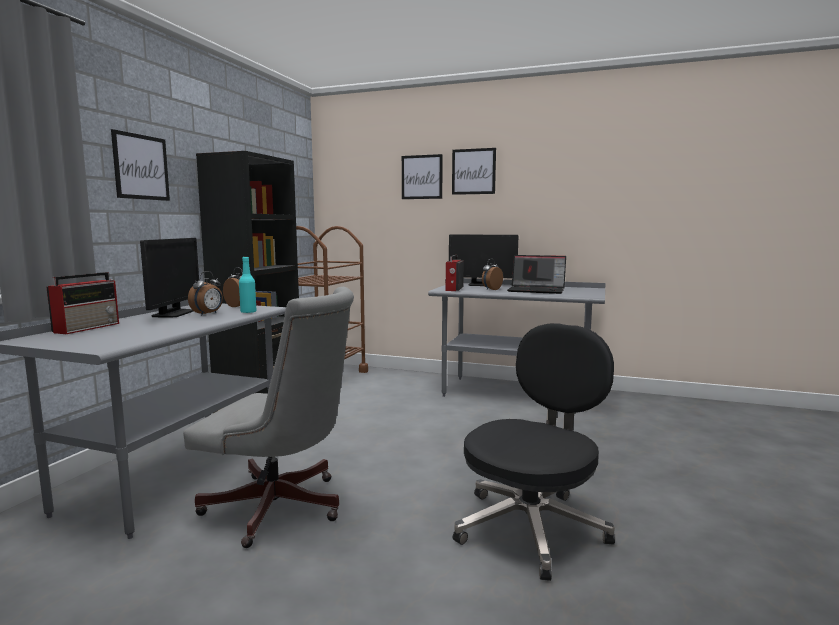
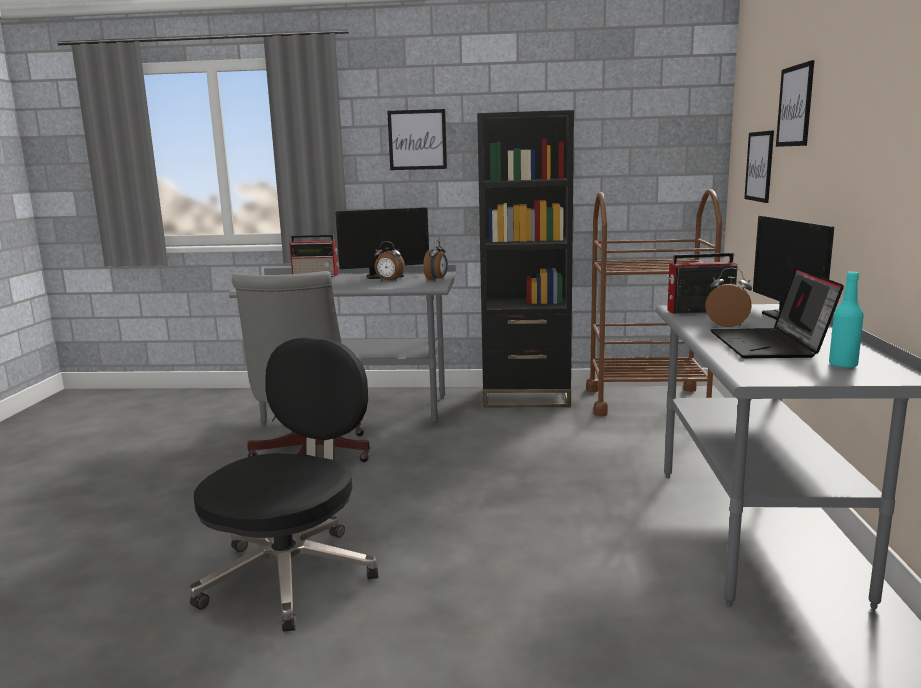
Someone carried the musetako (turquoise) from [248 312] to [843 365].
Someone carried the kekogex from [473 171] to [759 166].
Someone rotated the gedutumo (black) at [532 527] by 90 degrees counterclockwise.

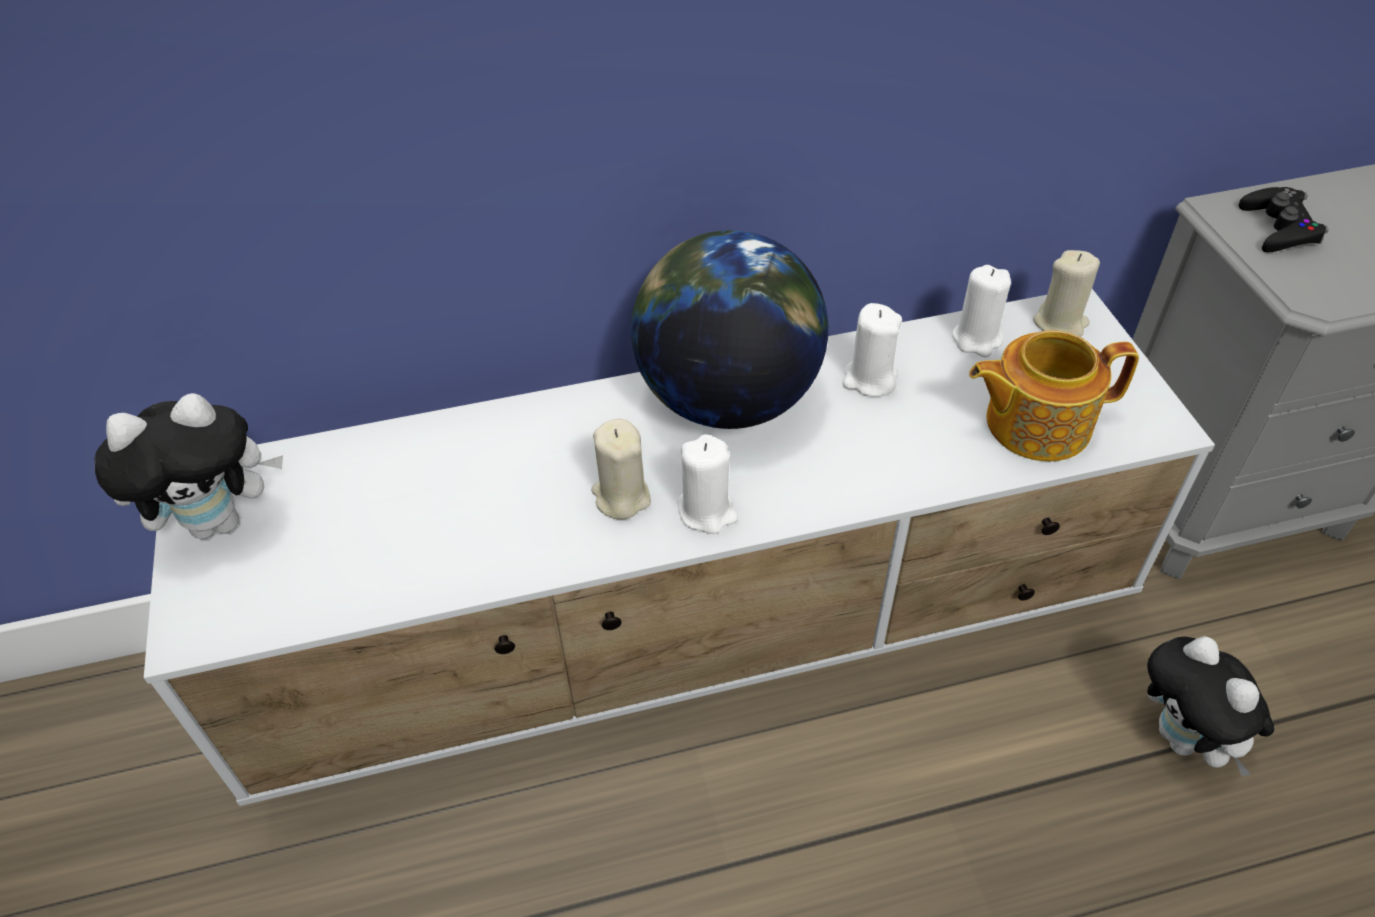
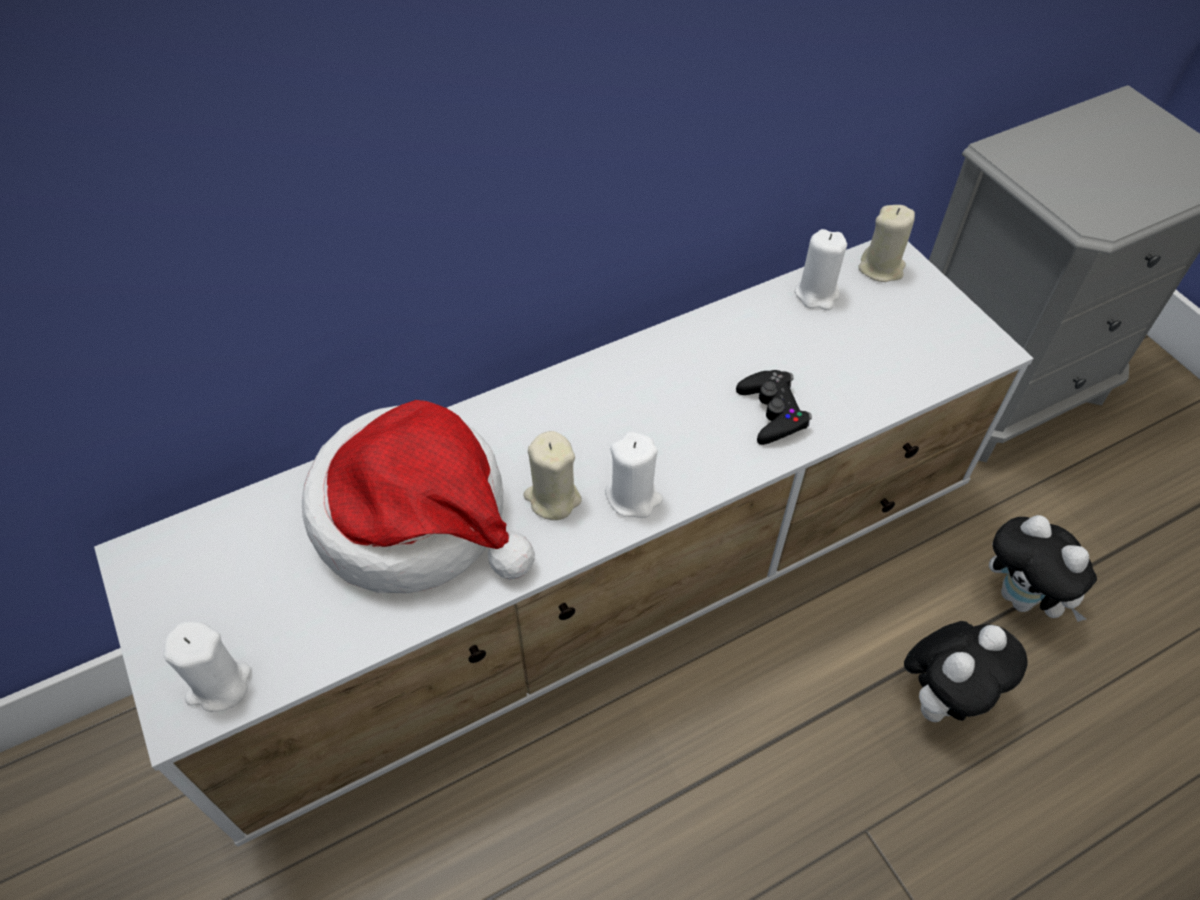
Someone took away the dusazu at [727 398].
Someone took away the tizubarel at [1035 423].
Someone put down the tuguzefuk at [417 518].
Someone carried the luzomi from [220 520] to [942 696].
Someone carried the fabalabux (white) from [869 379] to [219 685].
Someone carried the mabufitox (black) from [1278 228] to [772 412].

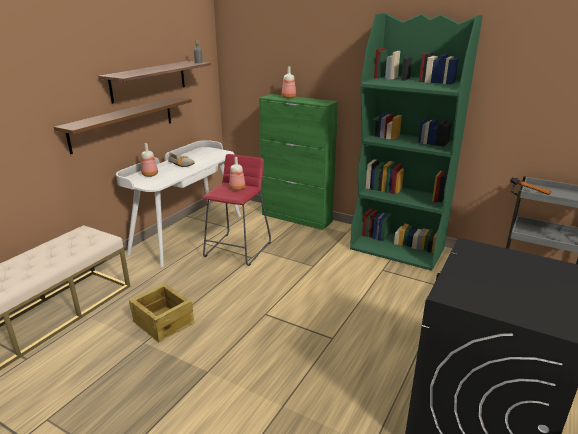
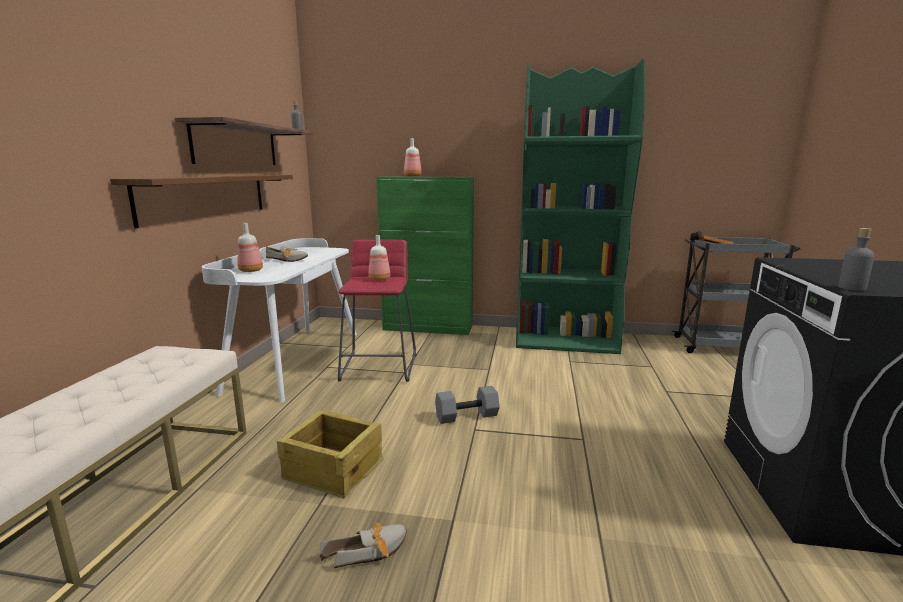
Someone put down the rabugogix at [371 551].
Someone put down the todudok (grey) at [467 415].
Someone put down the musetako (grey) at [852 288].

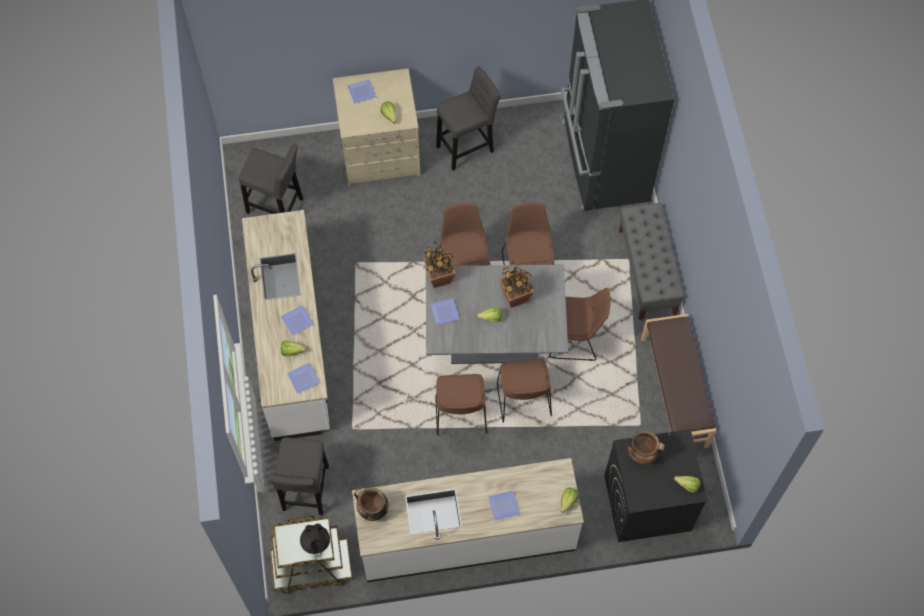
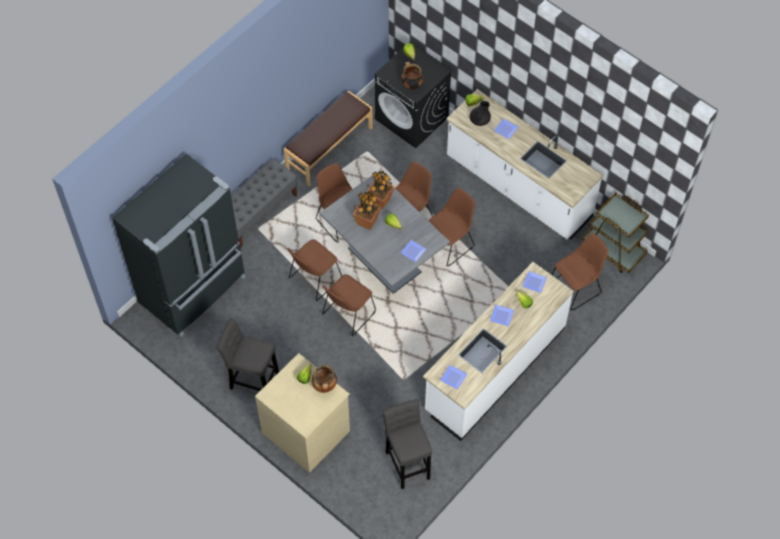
Someone carried the tizubarel (black) from [316 543] to [480 120].
Someone carried the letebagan from [362 91] to [452 377].
Someone carried the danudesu from [372 510] to [325 386].
Someone carried the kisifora from [440 278] to [380 201].
Someone swapped the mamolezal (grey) at [305 492] for the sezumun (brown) at [576 287].

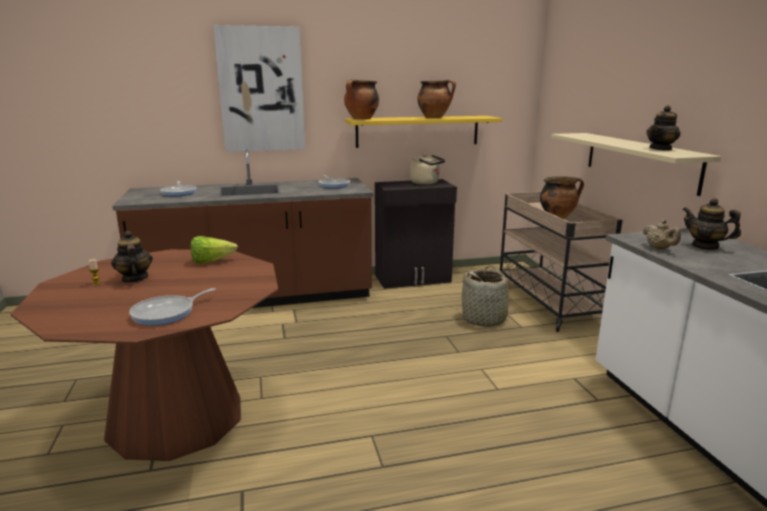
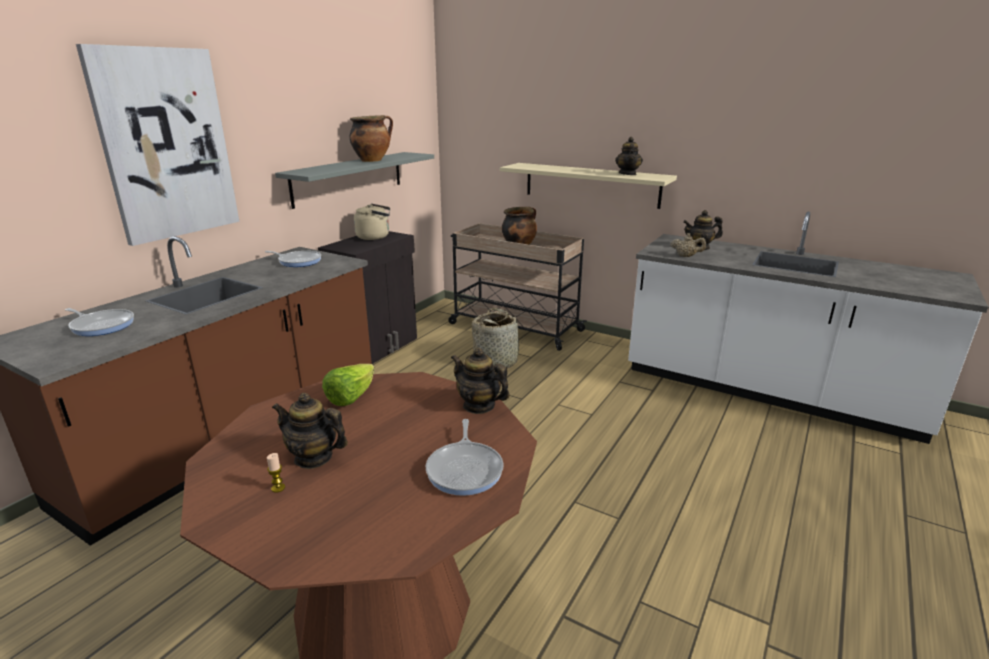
Someone took away the danudesu at [361 119].
Someone put down the tizubarel at [479 406].
Someone repainted the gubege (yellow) at [417 131], which became the gubege (grey) at [349 178].

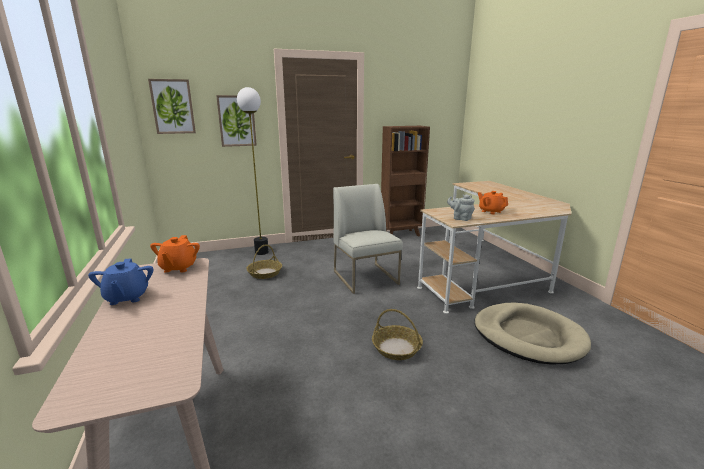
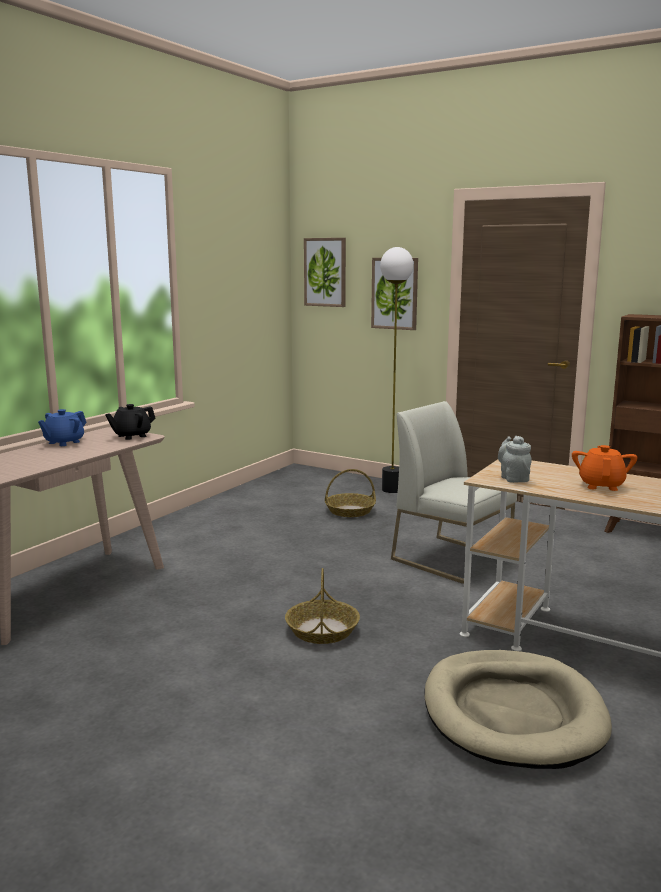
Someone repainted the tizubarel (orange) at [178 267], which became the tizubarel (black) at [131 436].
Someone rotated the sezumun (white) at [366 277] by 75 degrees counterclockwise.

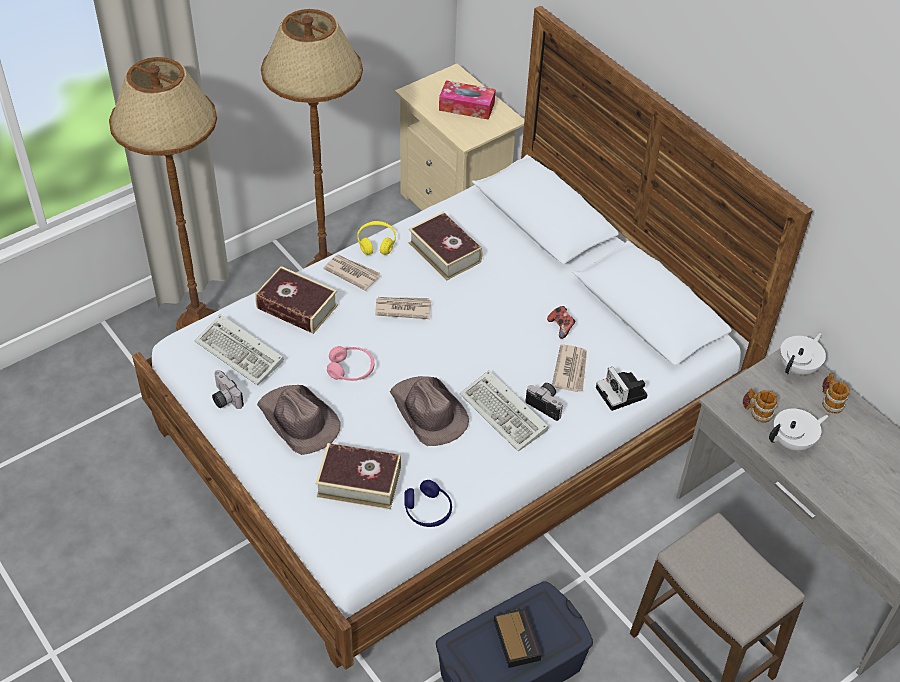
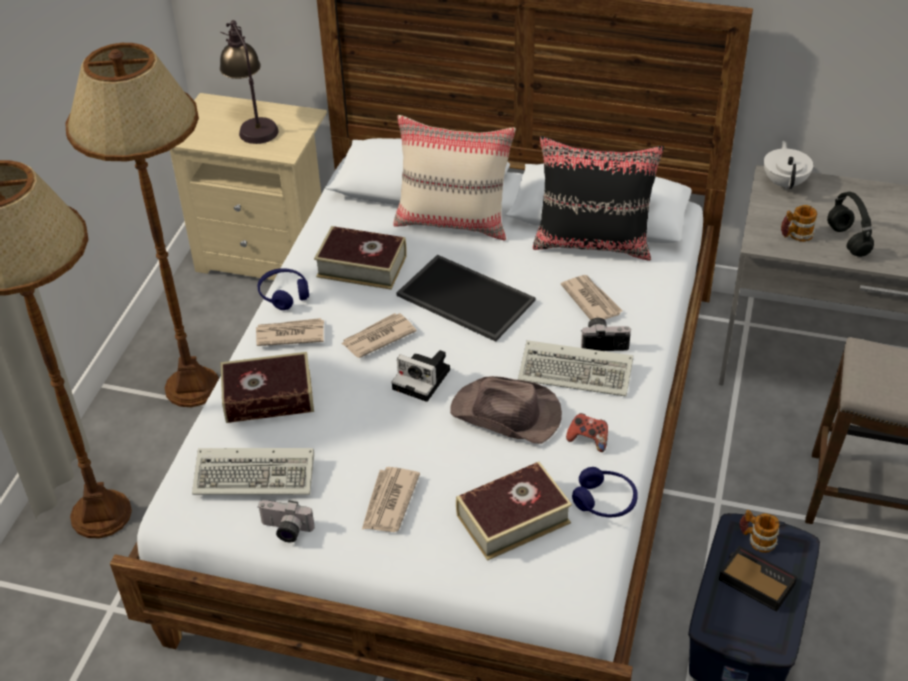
Someone took away the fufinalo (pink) at [351 369].
Someone put down the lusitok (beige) at [454 221].
Someone put down the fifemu at [463 298].
Someone put down the lusitok (black) at [593 243].
Someone carried the mabufitox from [561 327] to [588 440].
Someone carried the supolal from [622 394] to [424 379].
Someone carried the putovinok from [830 401] to [757 540].
Someone swapped the tuguzefuk (brown) at [298 421] for the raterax at [389 502].
Someone swapped the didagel at [466 106] for the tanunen at [253 124].
Someone swapped the tizubarel (white) at [792 442] for the fufinalo (black) at [848 241].
Someone repainted the fufinalo (yellow) at [376 243], which became the fufinalo (blue) at [284 294].

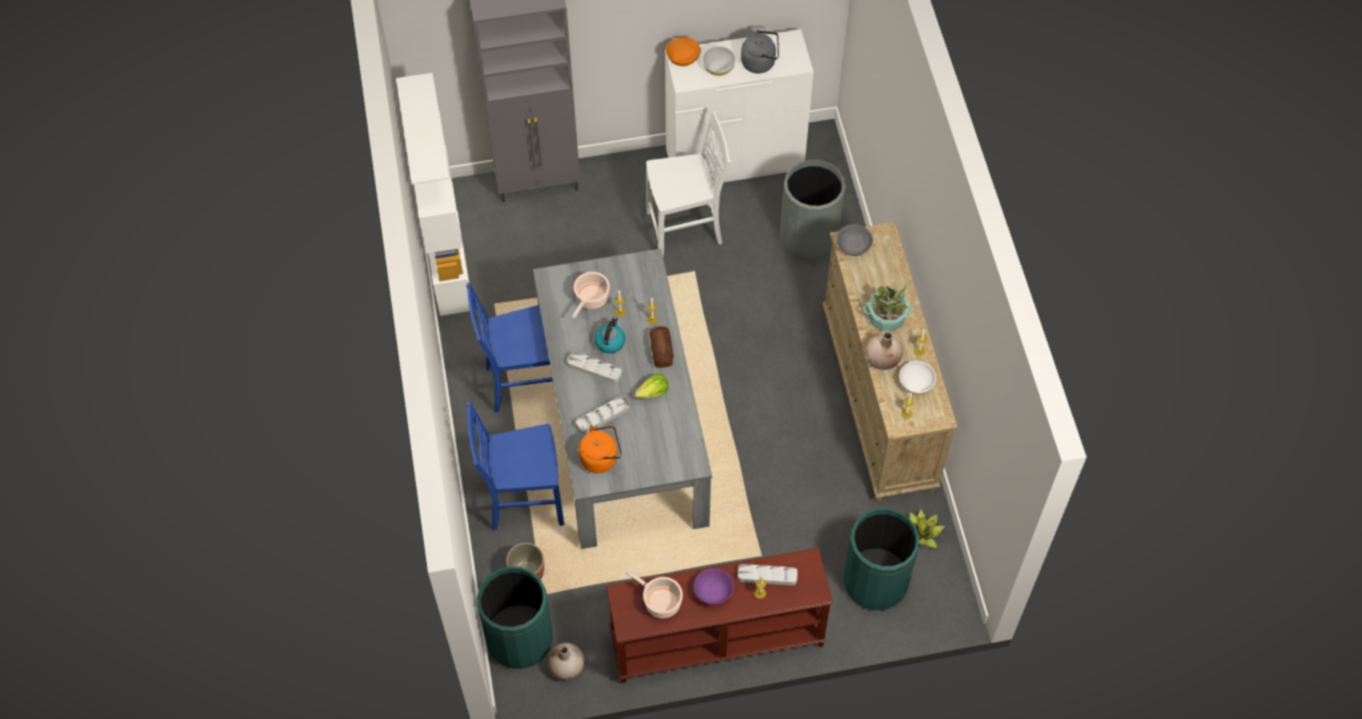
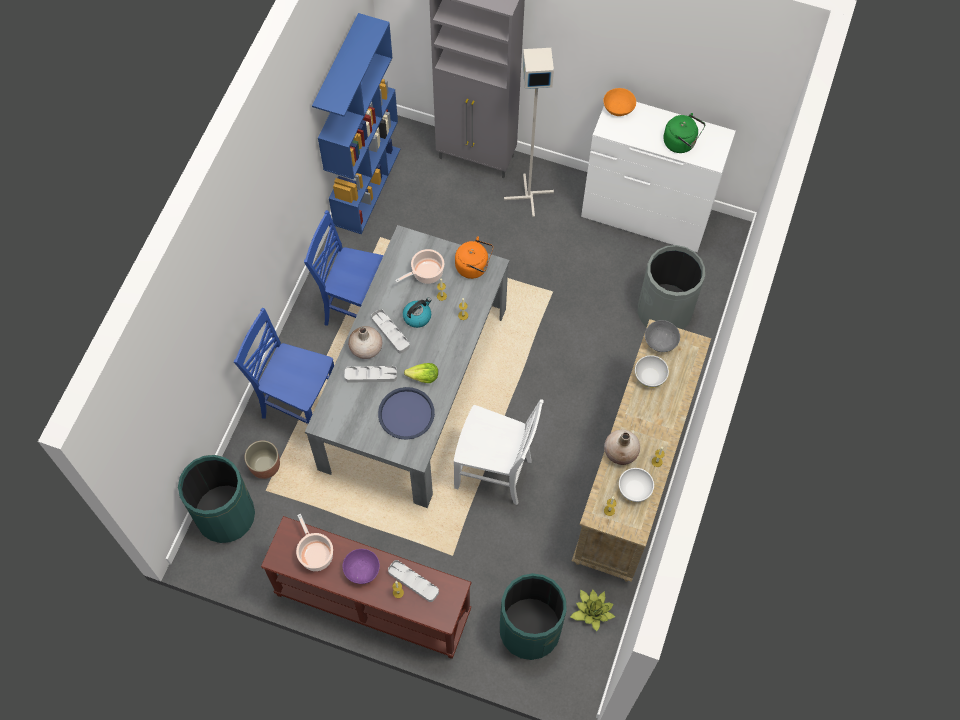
Someone took away the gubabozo at [661 351].
Someone took away the kisifora at [886 317].
Someone put down the fifemu (blue) at [406 413].
Someone put down the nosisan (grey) at [528 195].
Someone carried the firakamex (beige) from [566 666] to [366 348].
Someone carried the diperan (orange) from [601 458] to [474 267].
Someone carried the sezumun (white) from [686 229] to [495 473].
Someone carried the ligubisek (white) from [718 67] to [650 376].
Someone repainted the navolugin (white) at [448 262], which became the navolugin (blue) at [367 186].
Someone repainted the diperan (grey) at [760 62], which became the diperan (green) at [681 143].

